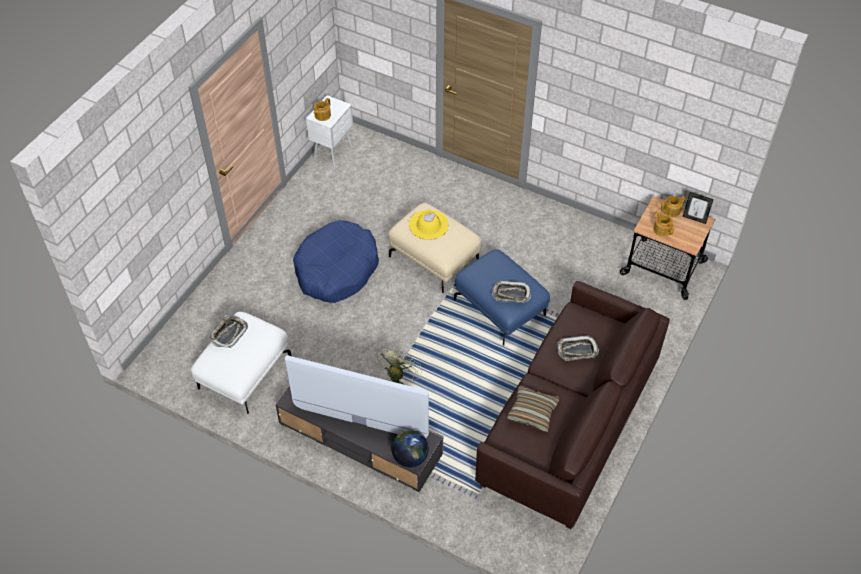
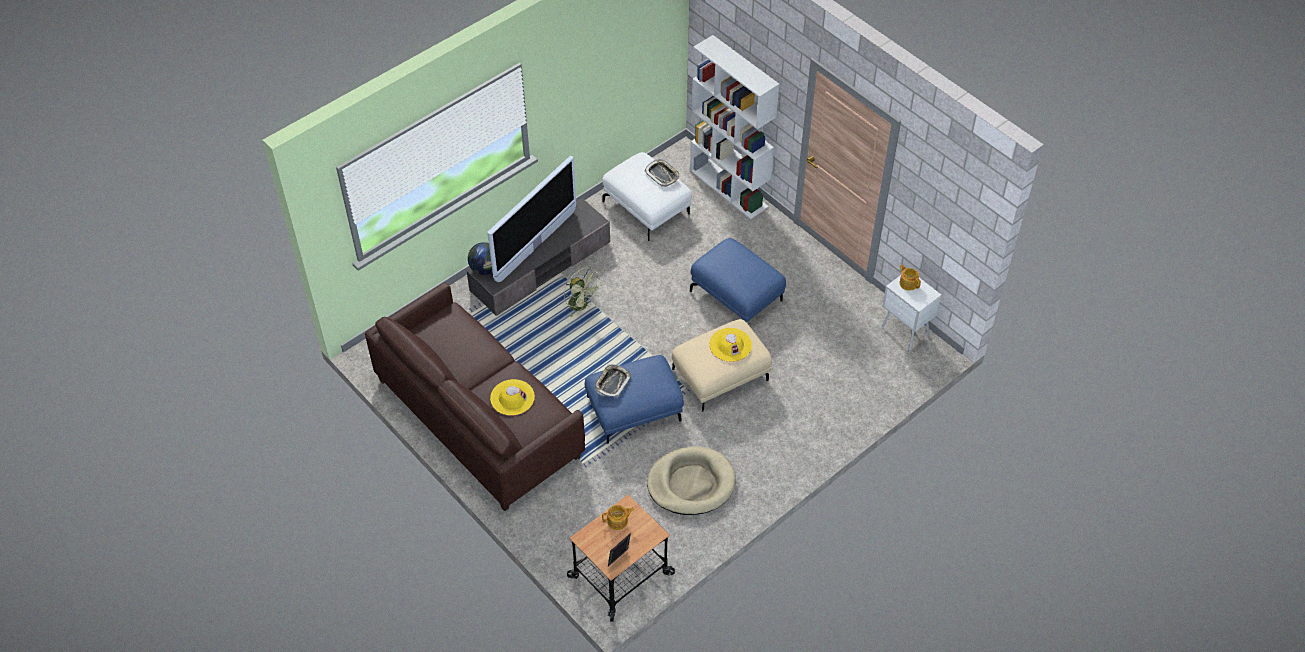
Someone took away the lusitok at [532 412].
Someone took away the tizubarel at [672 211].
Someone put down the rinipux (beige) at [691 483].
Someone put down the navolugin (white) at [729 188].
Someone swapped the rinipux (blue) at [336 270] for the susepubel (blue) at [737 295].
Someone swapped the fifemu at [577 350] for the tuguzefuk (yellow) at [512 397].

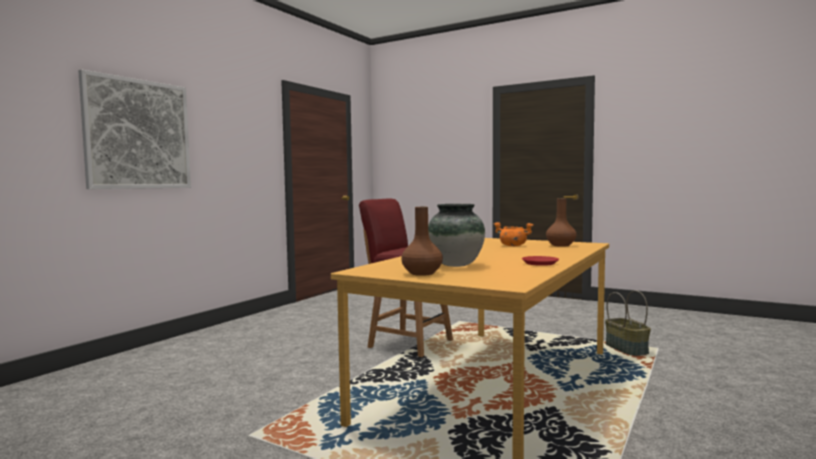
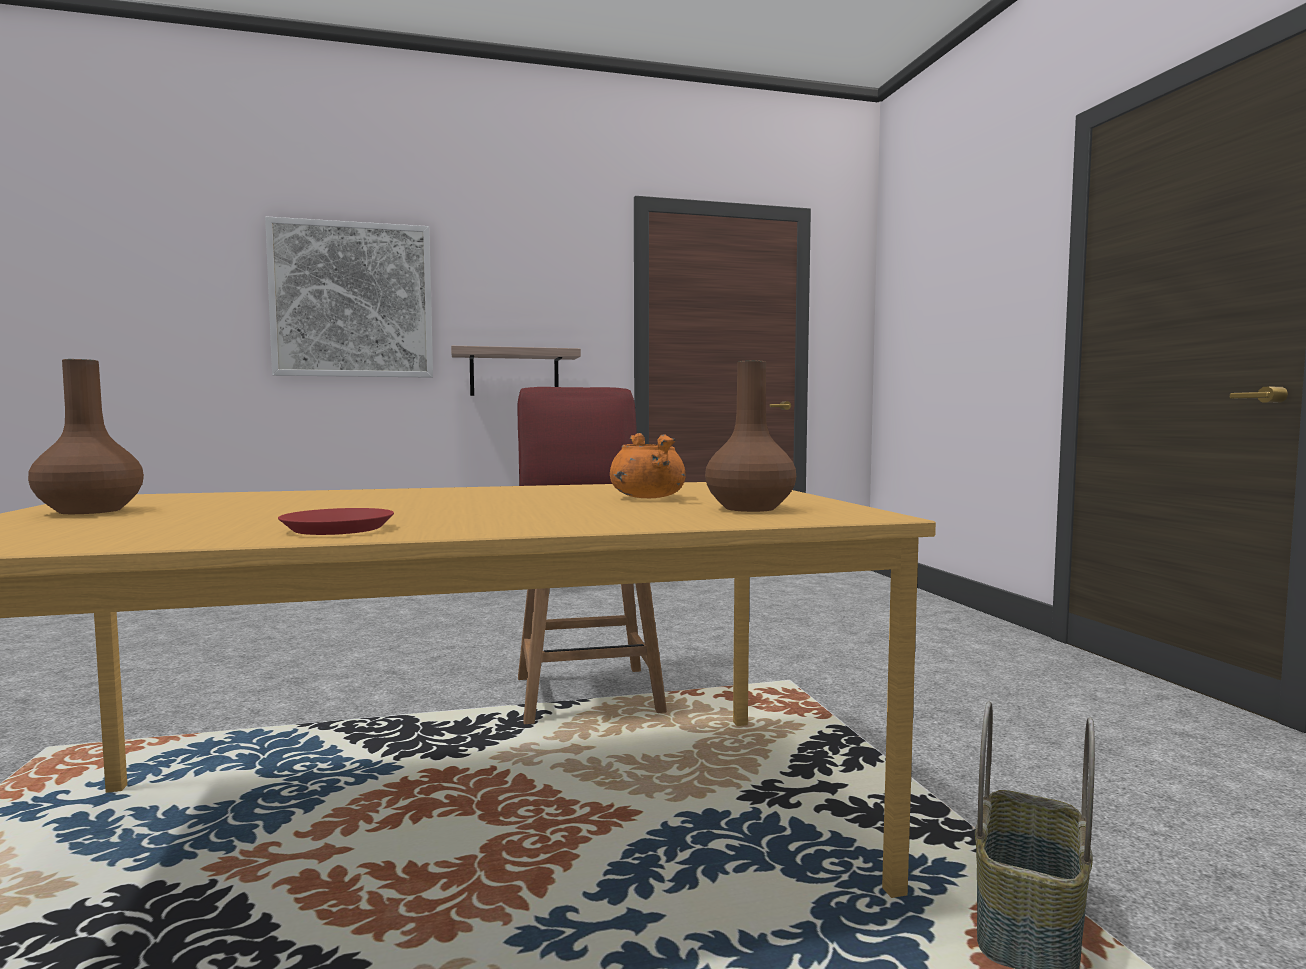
Someone took away the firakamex at [456 265].
Someone put up the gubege at [514 373].

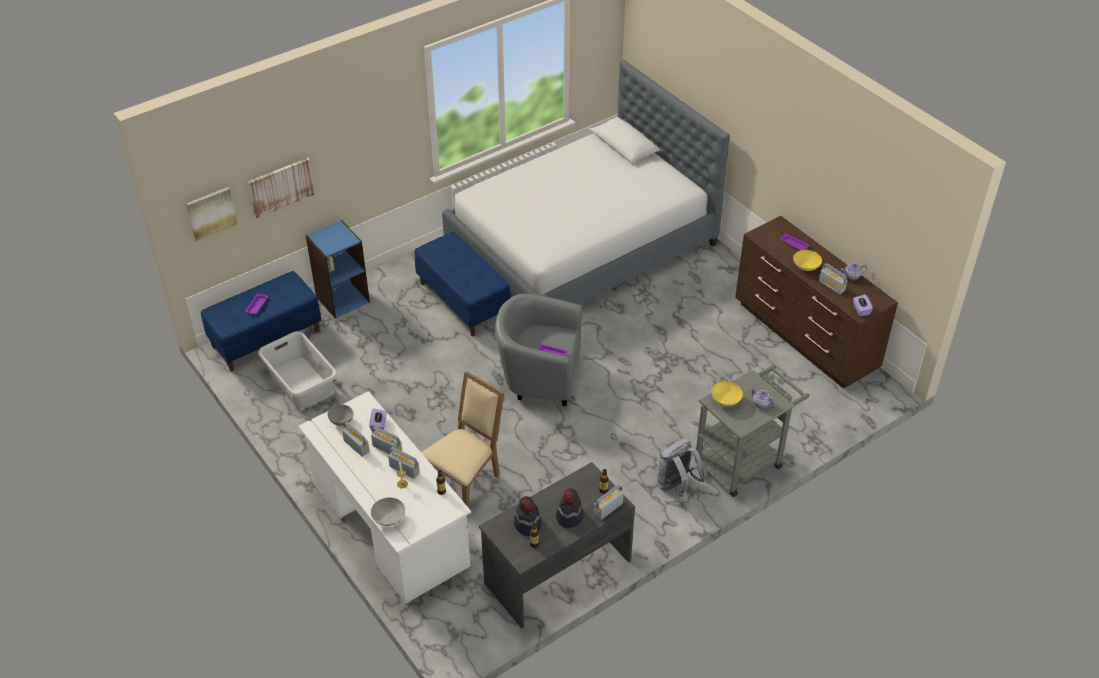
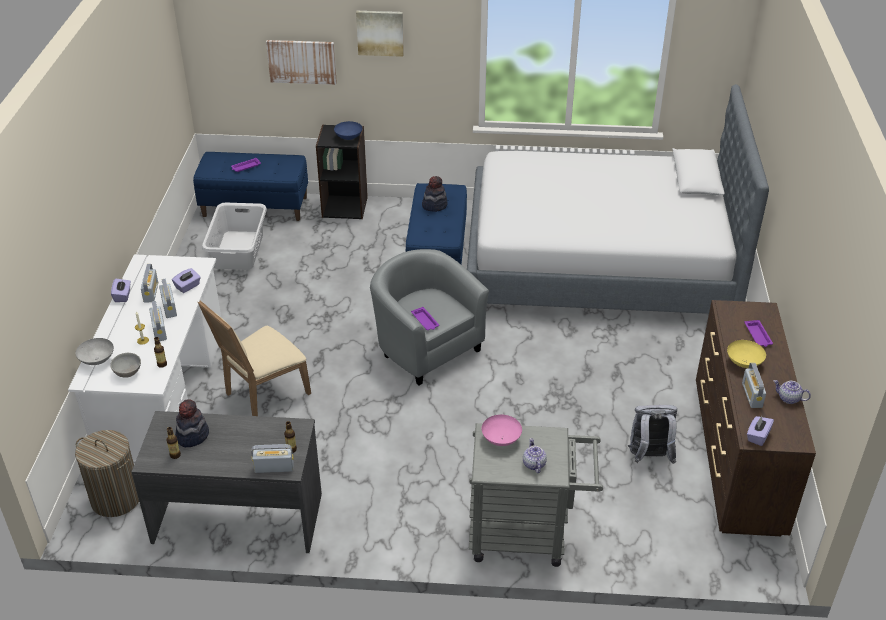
Someone put down the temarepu at [116 498].
Someone put down the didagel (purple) at [123 296].
Someone put down the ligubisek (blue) at [348 138].
Someone carried the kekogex from [211 212] to [380 32].
Someone carried the ligubisek (grey) from [341 421] to [128 372].
Someone carried the tuguzefuk from [569 516] to [434 205].
Someone carried the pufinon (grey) from [676 486] to [649 457].
Someone repainted the navolugin (blue) at [342 299], which became the navolugin (black) at [345 206].
Someone repainted the ligubisek (yellow) at [725 401], which became the ligubisek (pink) at [500 439].
Someone rotated the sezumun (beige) at [466 480] by 150 degrees clockwise.

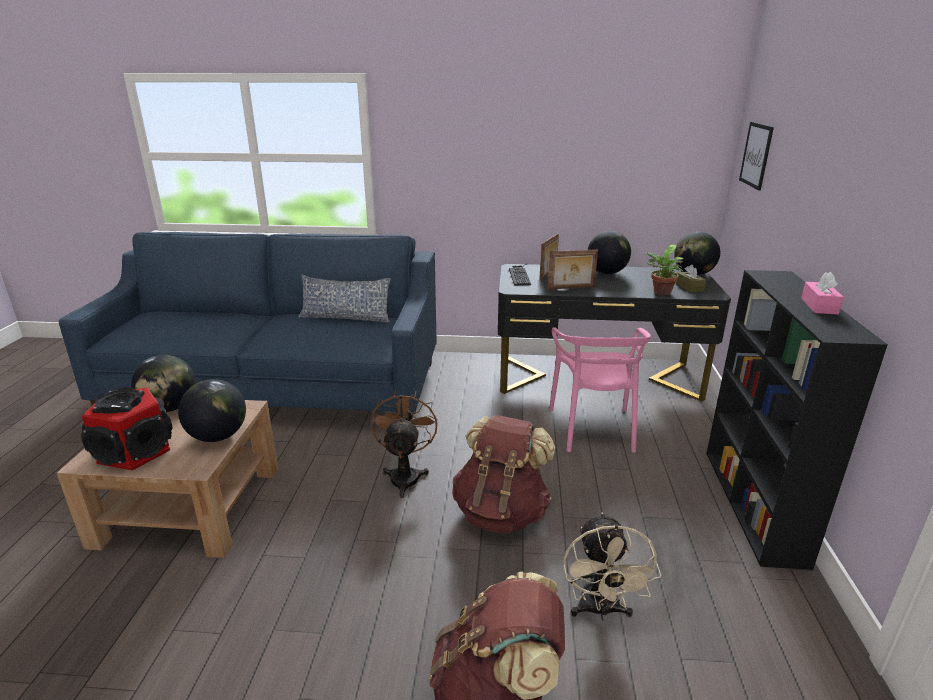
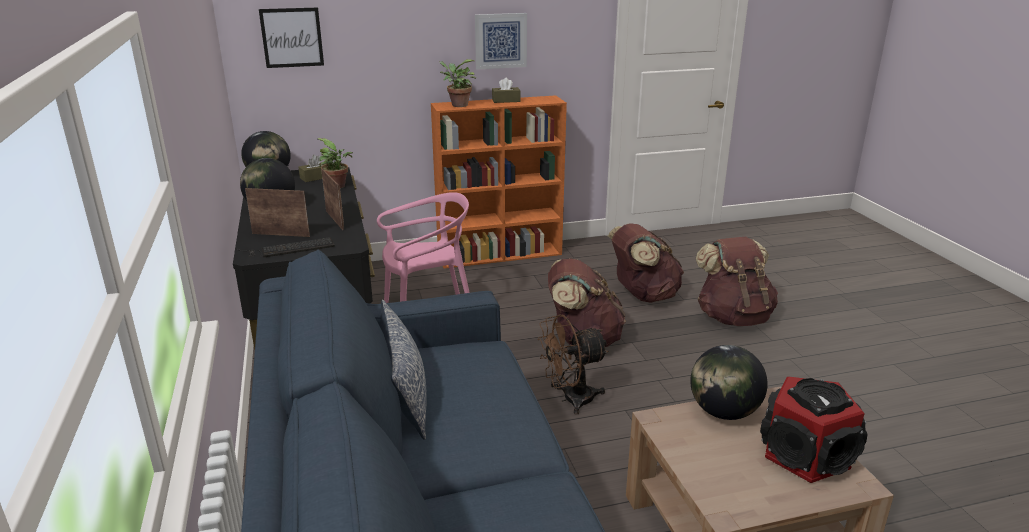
Someone took away the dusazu at [170 408].
Someone put down the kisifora at [457 105].
Someone put up the kekogex at [500 40].
Someone swapped the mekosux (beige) at [600 610] for the pufinon (brown) at [643 295].
Someone repainted the navolugin (black) at [753 505], which became the navolugin (orange) at [501 254].
Someone repainted the didagel (pink) at [819 306], which became the didagel (brown) at [506 100].

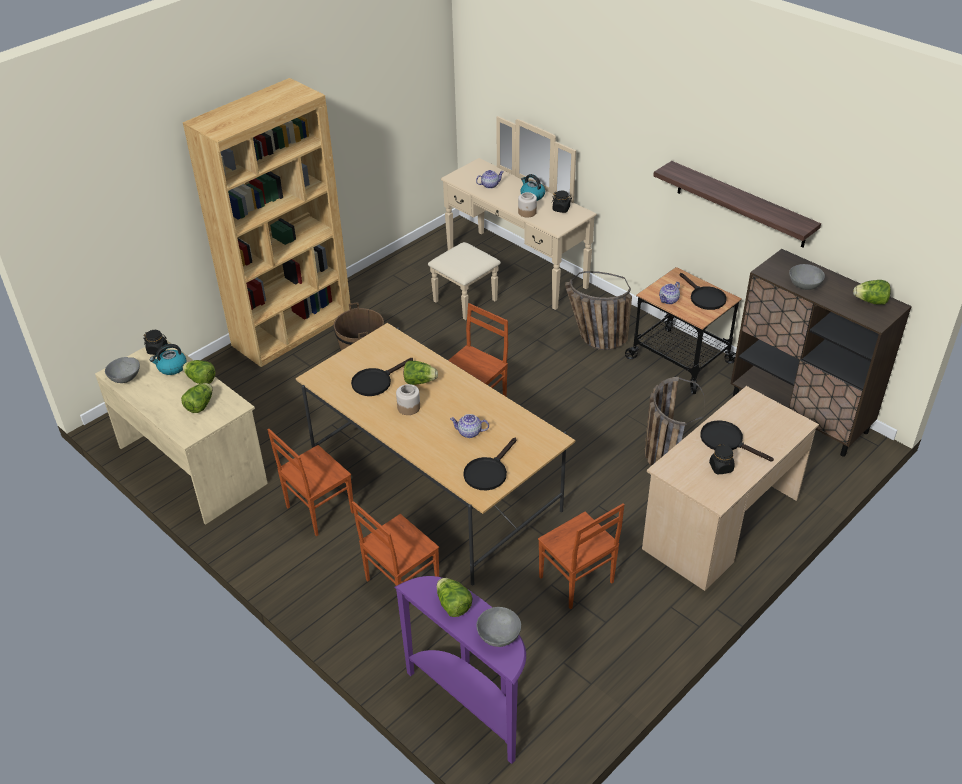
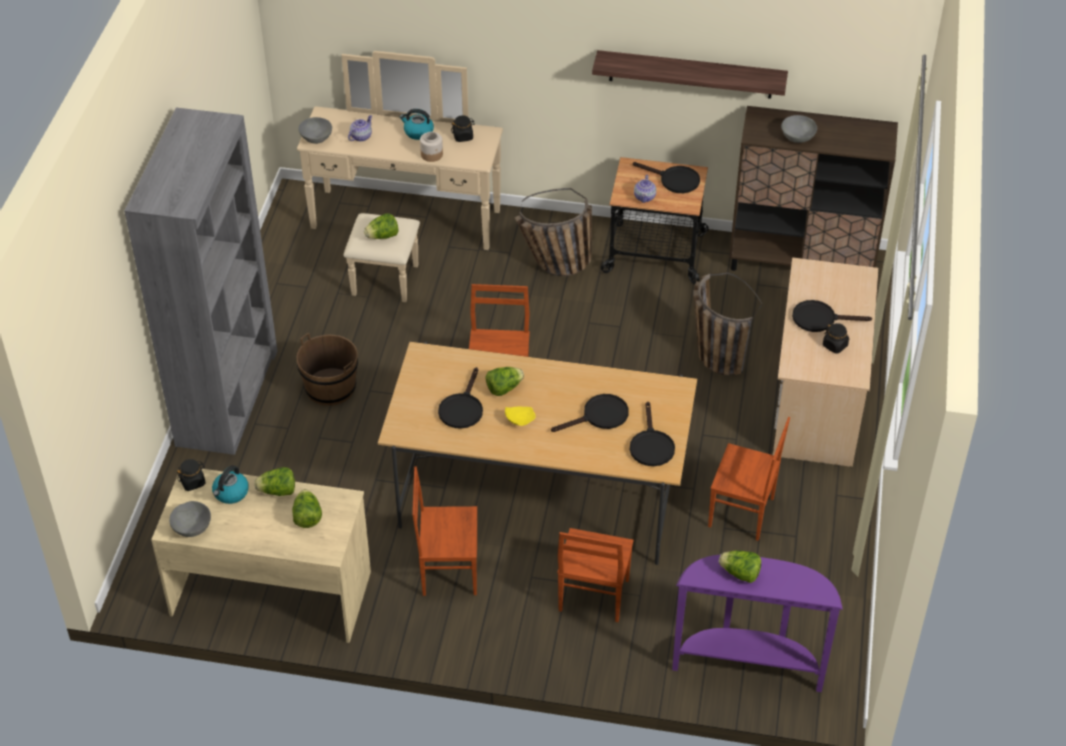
Someone carried the ligubisek (grey) from [499 636] to [316 138].
Someone carried the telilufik from [870 301] to [382 236].
Someone swapped the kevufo at [408 407] for the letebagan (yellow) at [519 419].
Someone swapped the tizubarel at [470 433] for the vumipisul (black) at [599 416].
Someone repainted the navolugin (brown) at [293 330], which became the navolugin (grey) at [227 397].
Someone rotated the sezumun (brown) at [318 510] by 75 degrees clockwise.

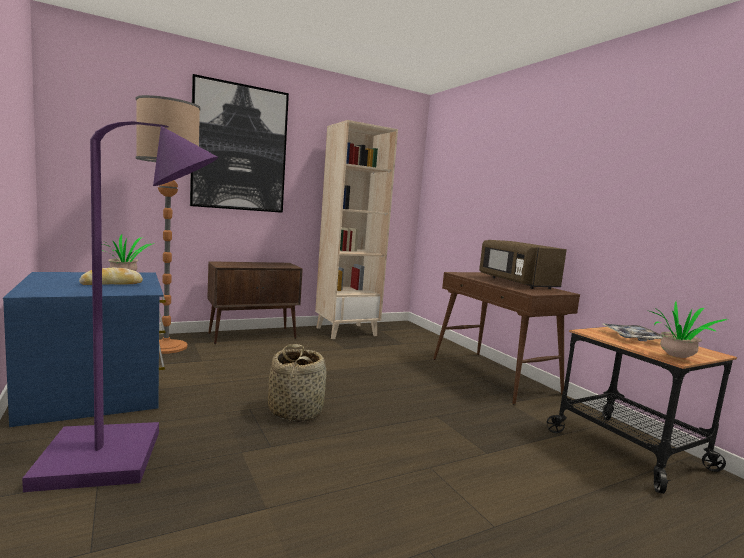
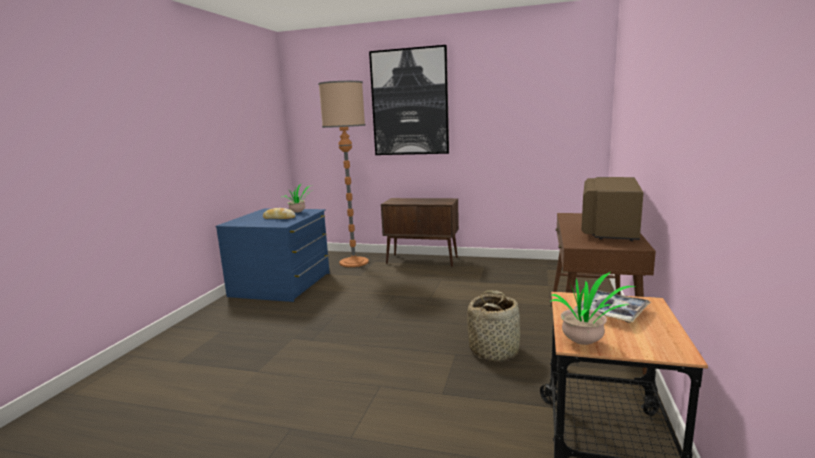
Someone took away the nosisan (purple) at [121 457].
Someone took away the navolugin (beige) at [346 331].
Someone carried the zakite from [296 411] to [494 350].

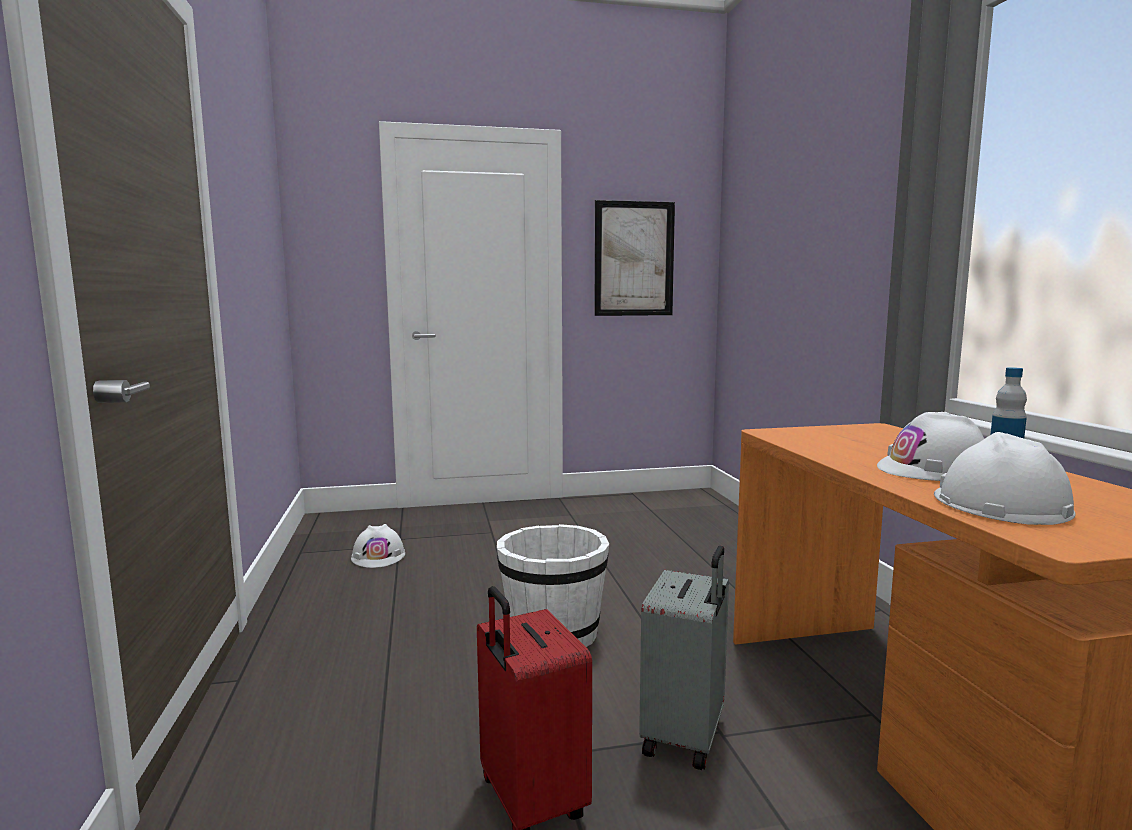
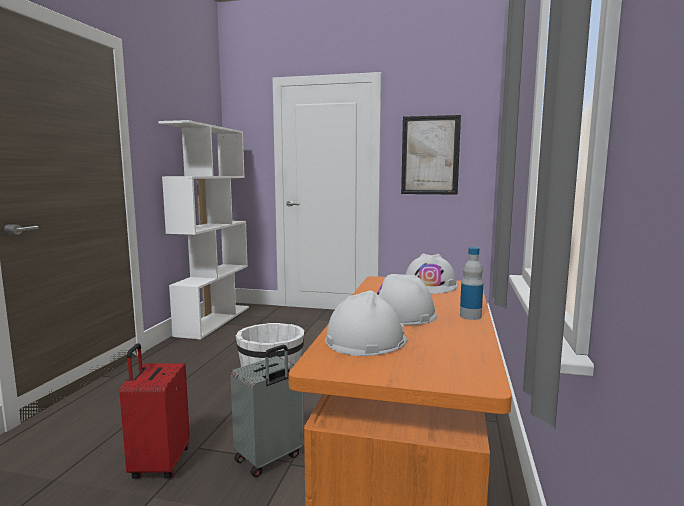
Someone put down the navolugin (white) at [214 320].
Someone carried the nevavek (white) from [378 556] to [430 286].

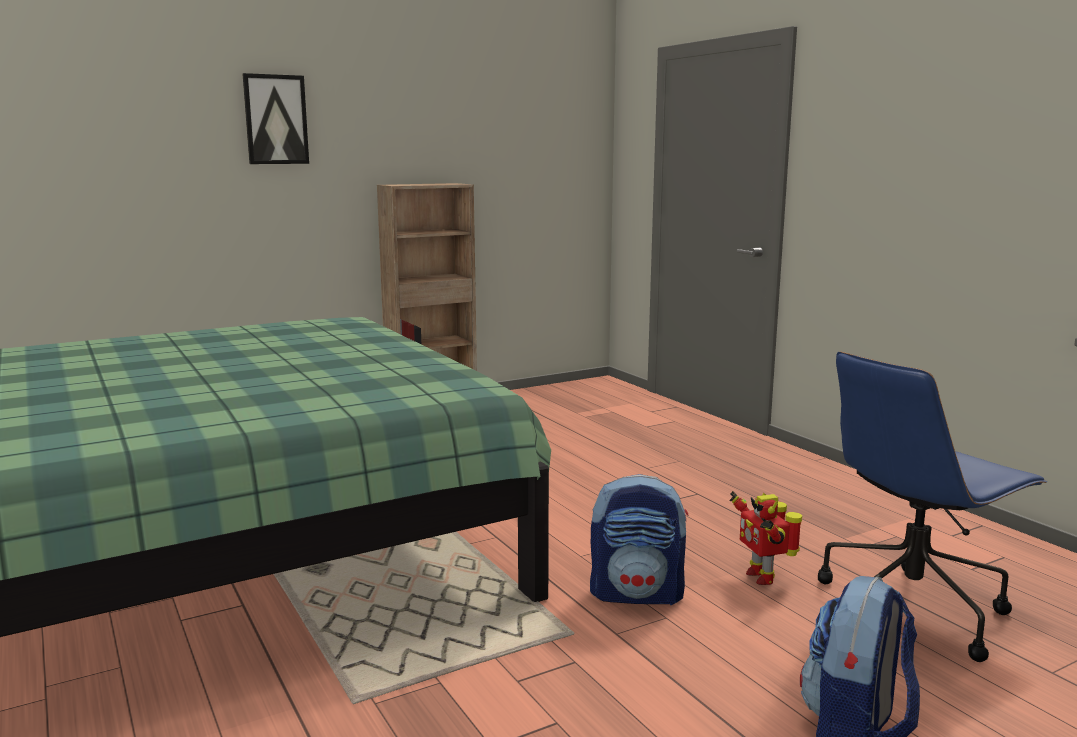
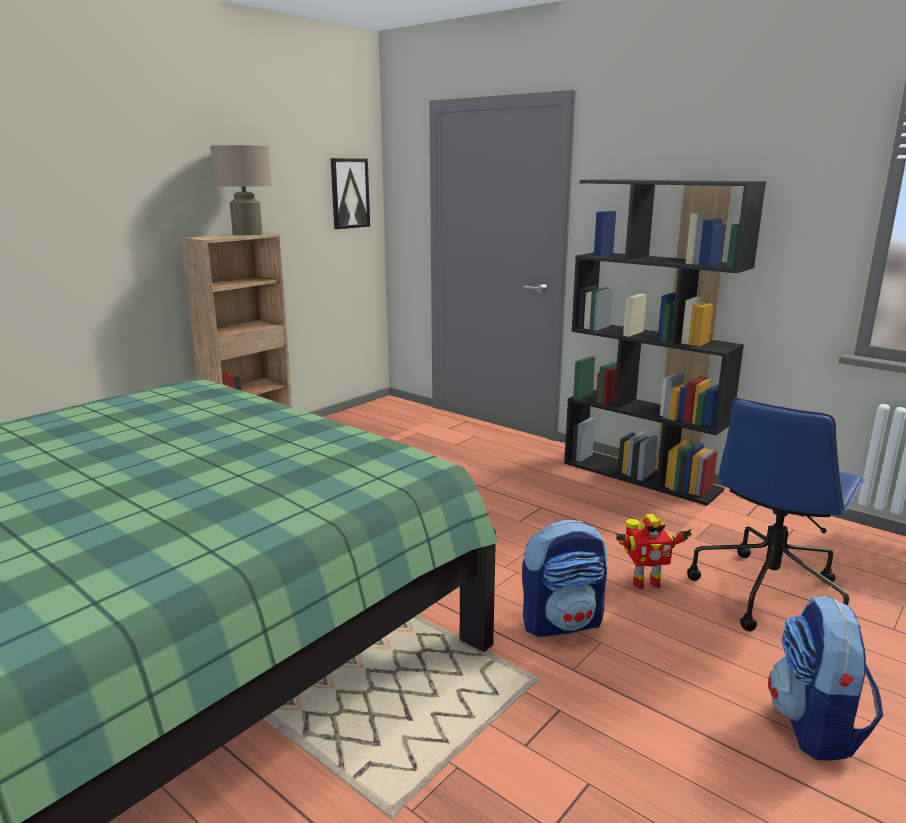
Someone put down the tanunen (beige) at [247 234].
Someone put down the navolugin (black) at [641 476].
Someone carried the kekogex from [276 119] to [349 193].
Someone rotated the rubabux at [762 576] by 60 degrees counterclockwise.

